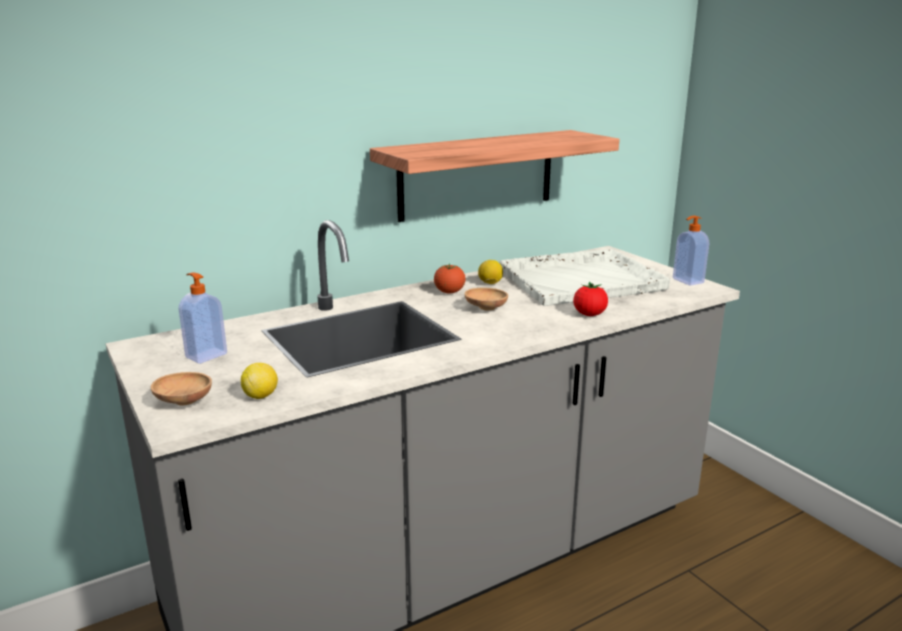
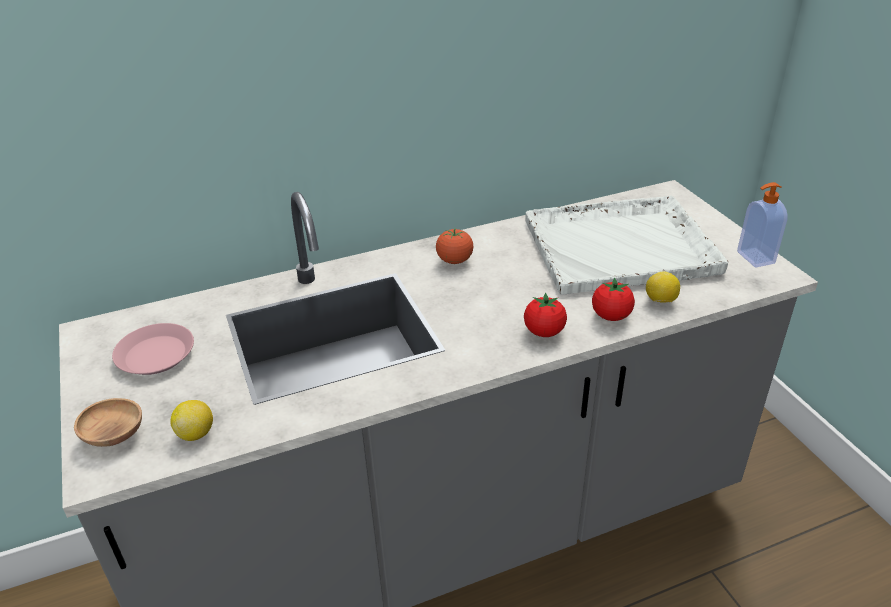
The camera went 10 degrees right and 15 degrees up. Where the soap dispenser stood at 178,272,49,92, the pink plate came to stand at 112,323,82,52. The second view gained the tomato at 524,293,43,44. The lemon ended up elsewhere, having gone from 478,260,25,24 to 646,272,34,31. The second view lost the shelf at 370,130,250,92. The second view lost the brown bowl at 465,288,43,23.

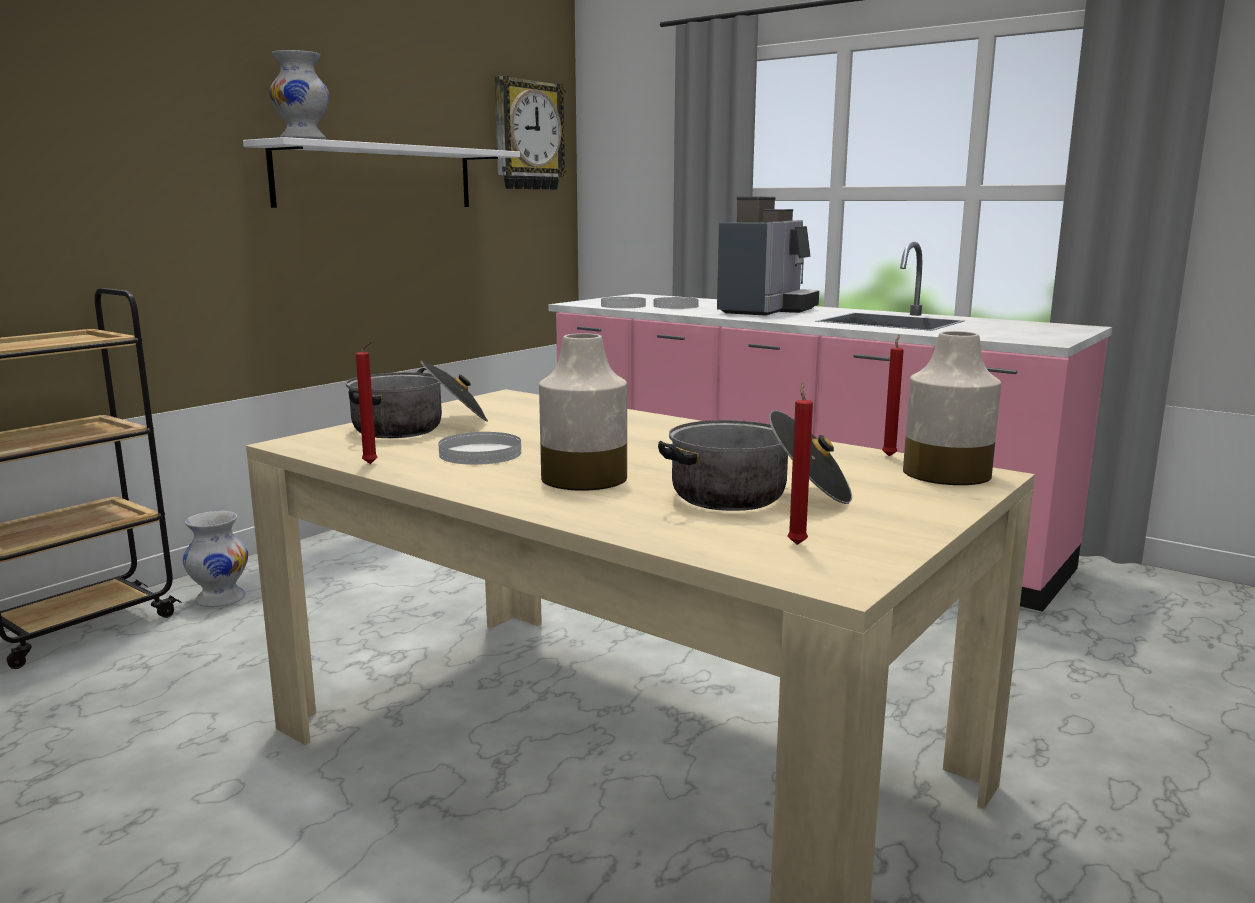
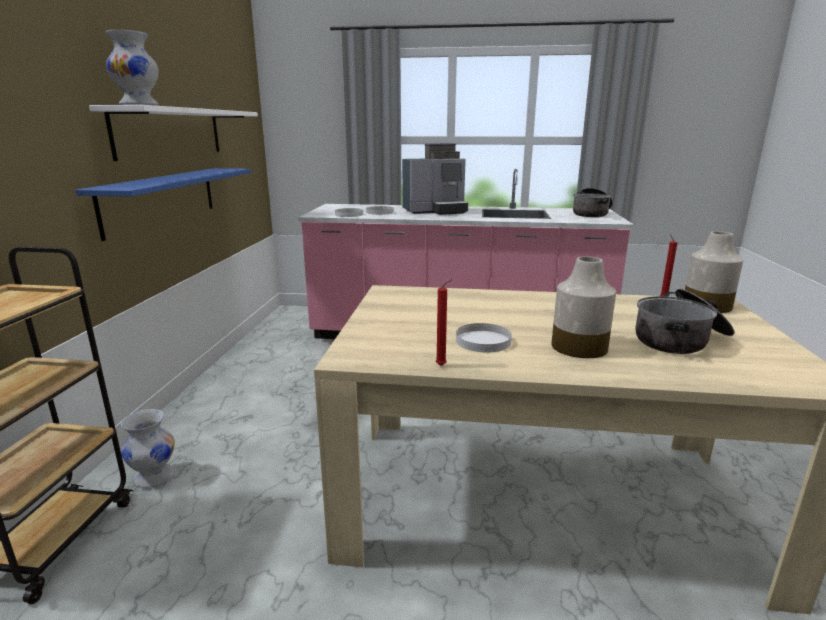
The camera went 30 degrees left and 5 degrees up. The second view gained the blue shelf at 75,168,177,73. The coffee machine at 717,197,102,119 ended up facing another way, 75 degrees clockwise from before. The cooking pot ended up elsewhere, having gone from 345,361,143,77 to 573,188,40,29. The second view lost the wall clock at 495,76,72,114. The second view lost the red candle at 787,382,26,163.

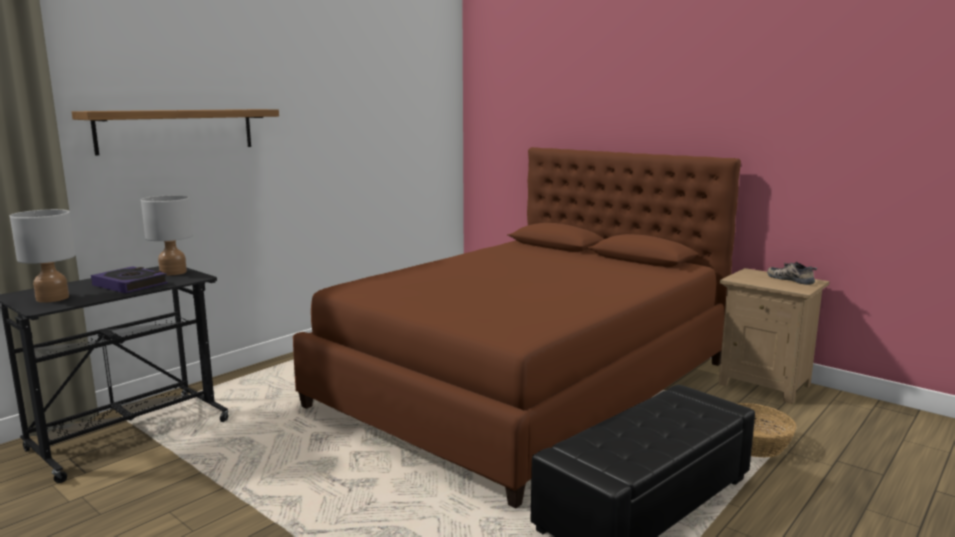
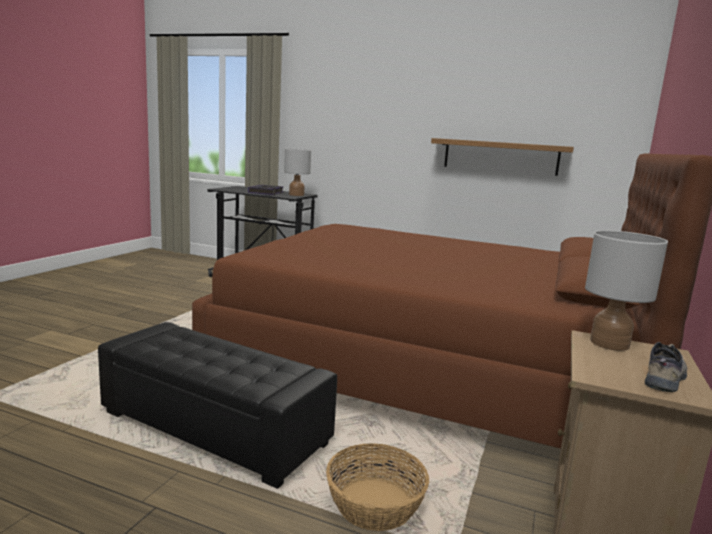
The camera went 70 degrees right and 0 degrees up. The shelf ended up elsewhere, having gone from 72,109,207,47 to 431,138,143,38. The grey table lamp ended up elsewhere, having gone from 10,209,66,94 to 585,230,83,121.

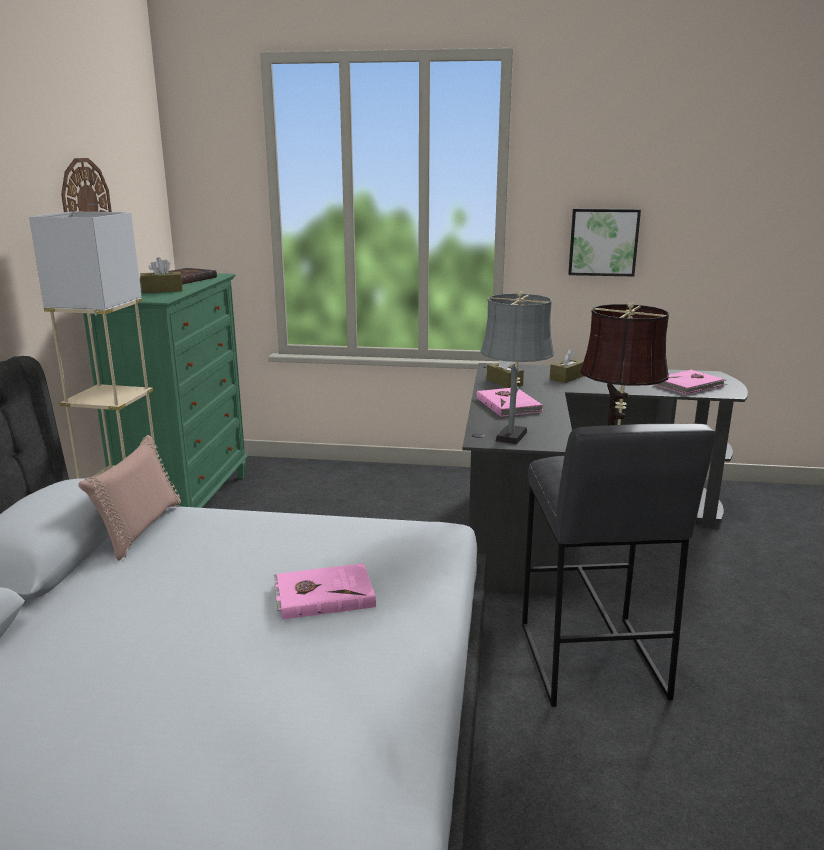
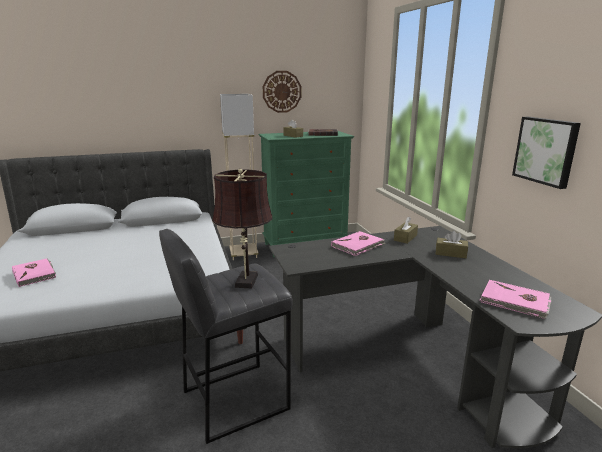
The camera went 65 degrees right and 0 degrees up. The pink book ended up elsewhere, having gone from 274,563,102,57 to 12,258,44,29. The second view lost the beige pillow at 78,435,103,126. The second view lost the grey table lamp at 480,291,74,153.

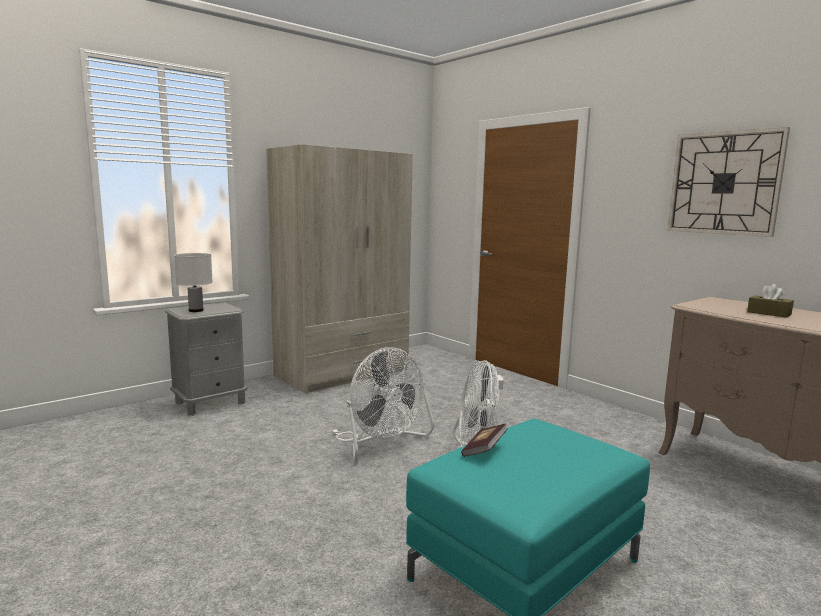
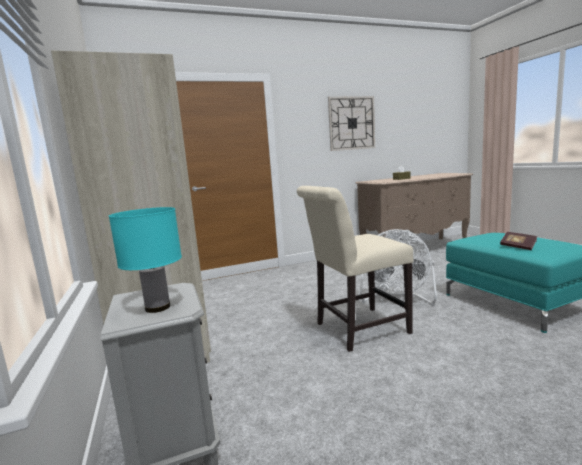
The camera went 70 degrees left and 0 degrees up. What was the white table lamp at 174,253,39,59 turned into the turquoise table lamp at 109,207,73,106. Where the white fan stood at 332,347,102,117, the beige chair came to stand at 297,186,117,166.

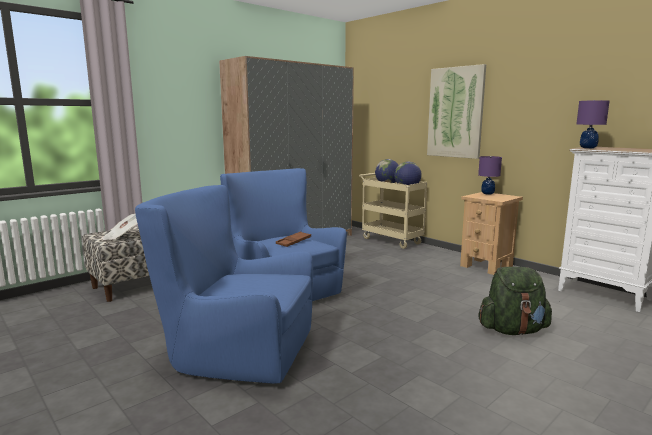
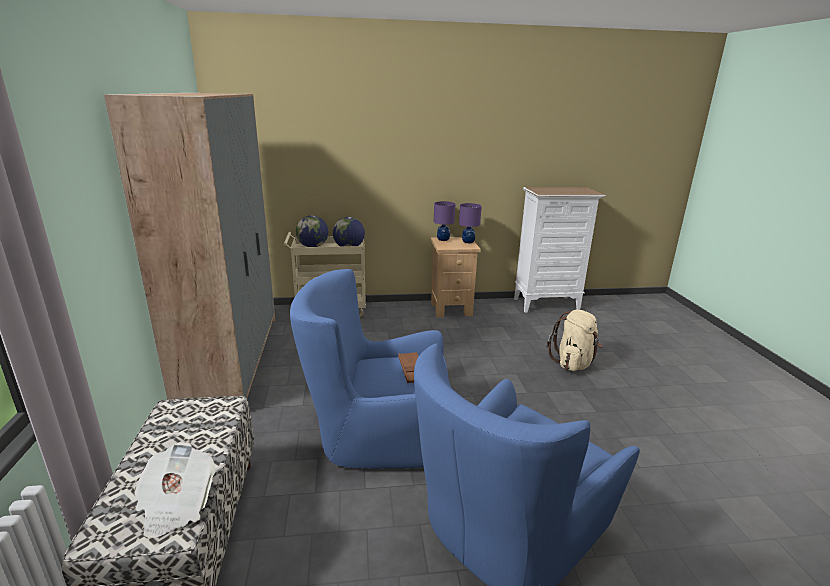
The camera went 55 degrees left and 10 degrees up. The purple table lamp ended up elsewhere, having gone from 576,100,34,48 to 459,203,23,41. What was the green backpack at 478,267,74,68 turned into the beige backpack at 547,310,55,61. The second view lost the picture at 427,64,59,95.

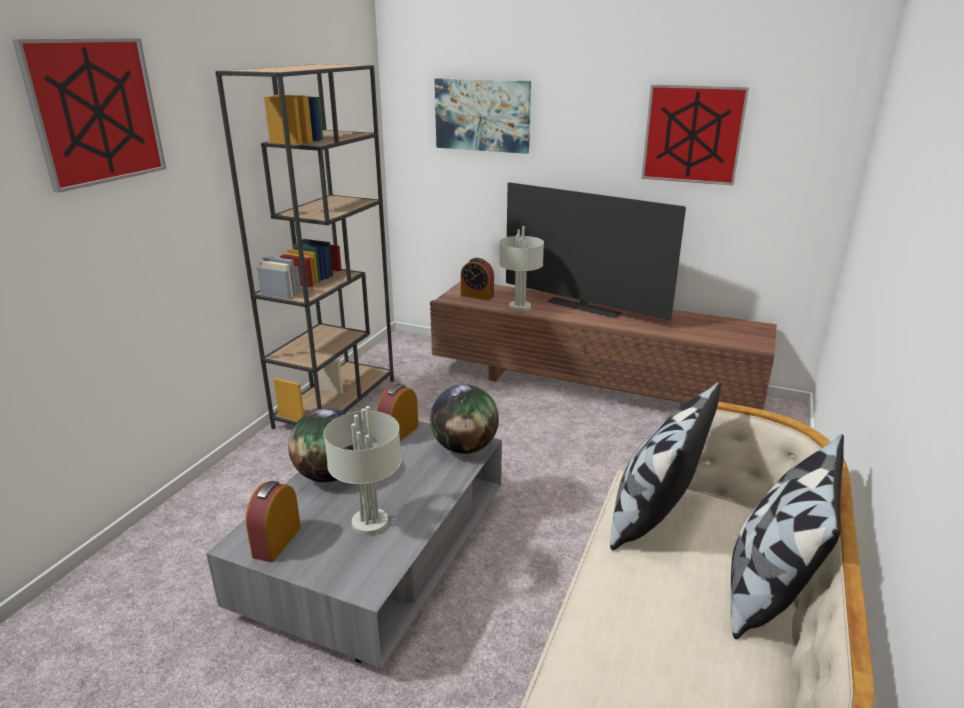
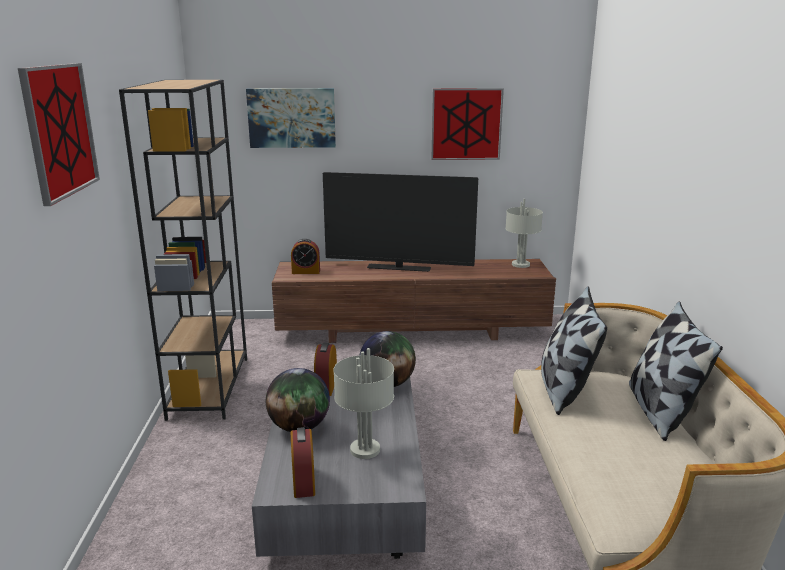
The camera went 25 degrees left and 5 degrees down. The grey table lamp ended up elsewhere, having gone from 499,226,45,86 to 505,199,38,69.

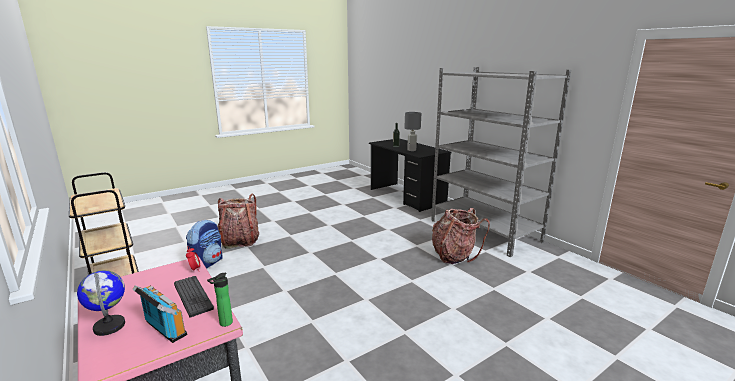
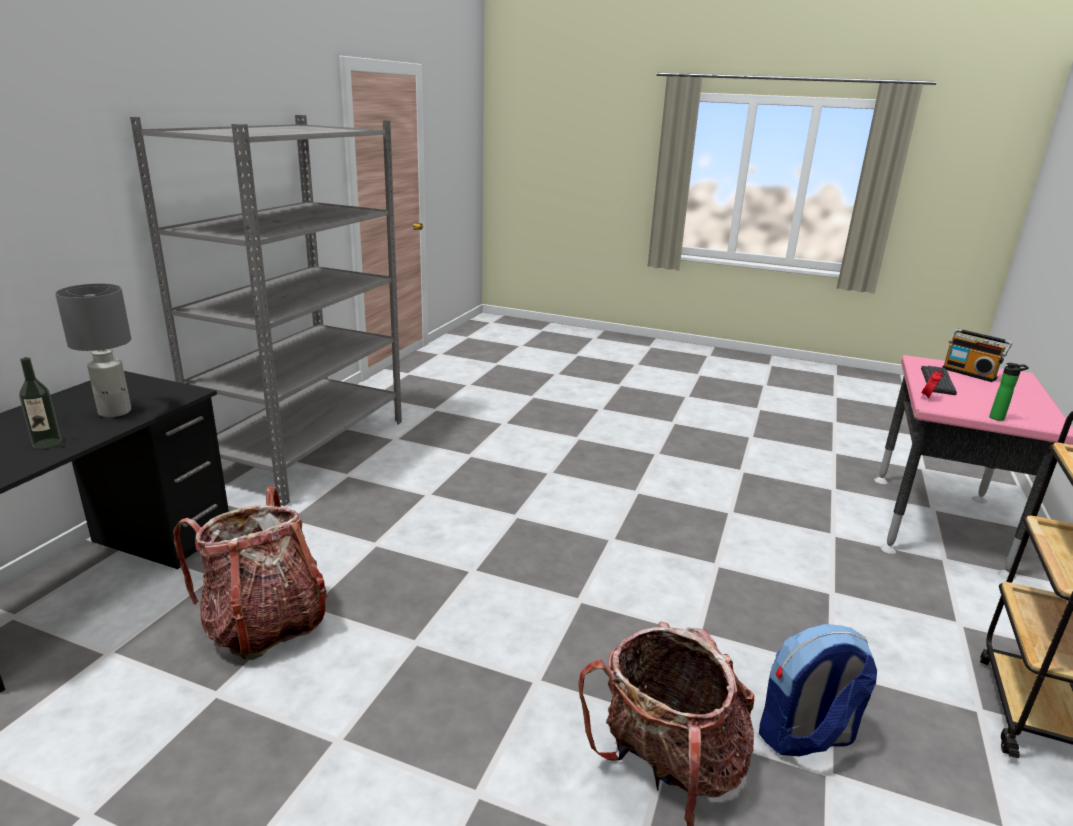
The camera went 125 degrees left and 5 degrees up. The backpack ended up elsewhere, having gone from 432,208,58,56 to 173,486,155,174. The radio at 132,286,55,57 ended up facing another way, 45 degrees counterclockwise from before. The bottle ended up elsewhere, having gone from 207,273,26,54 to 989,363,40,58. The second view lost the globe at 77,270,48,66.

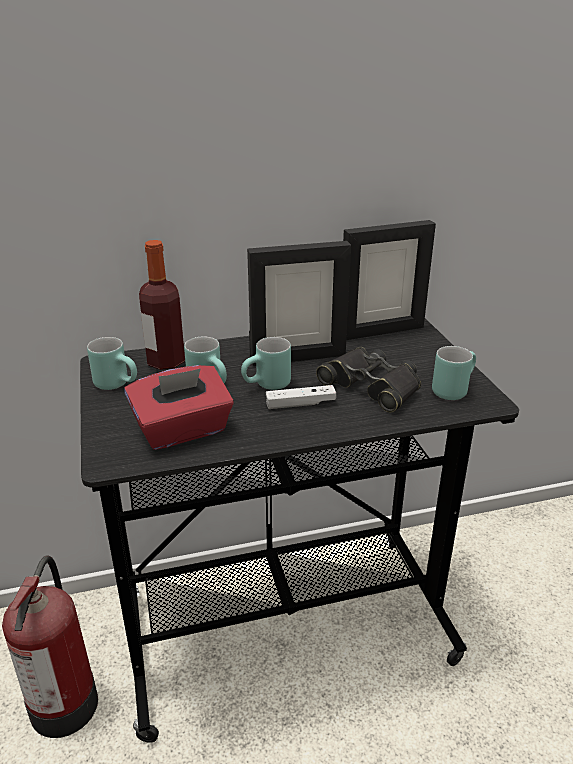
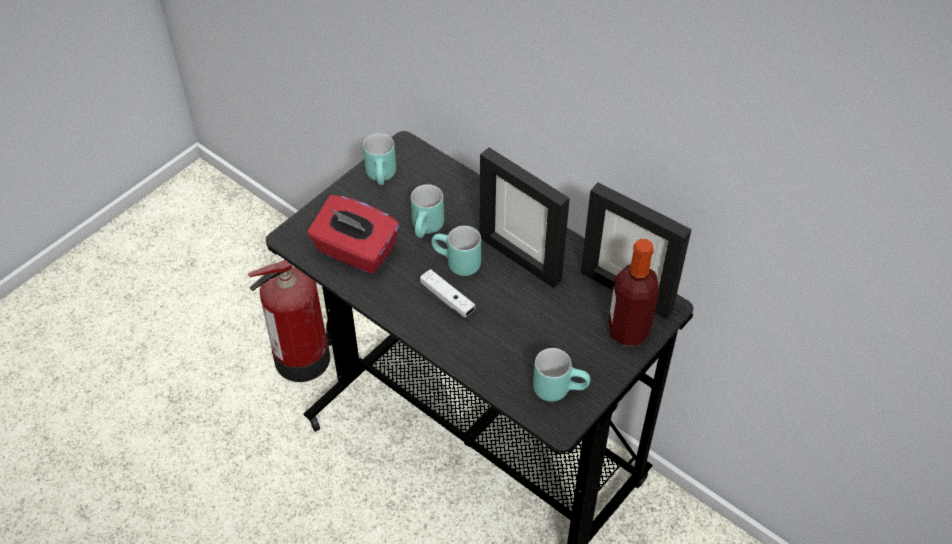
The camera went 55 degrees right and 20 degrees up. The bottle ended up elsewhere, having gone from 139,240,46,130 to 608,239,51,107. The second view lost the black binoculars at 316,347,105,65.

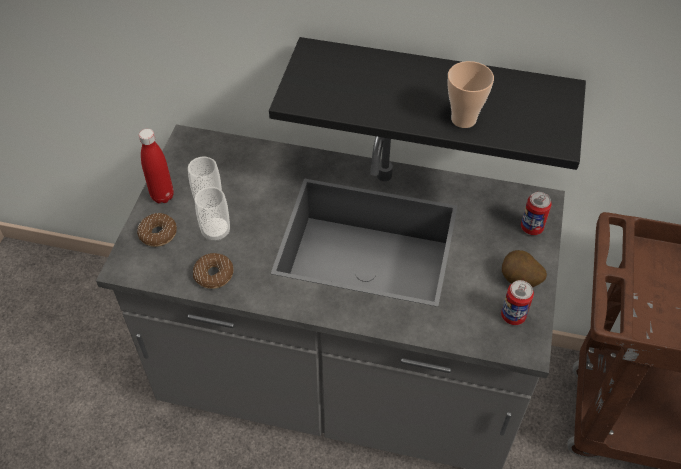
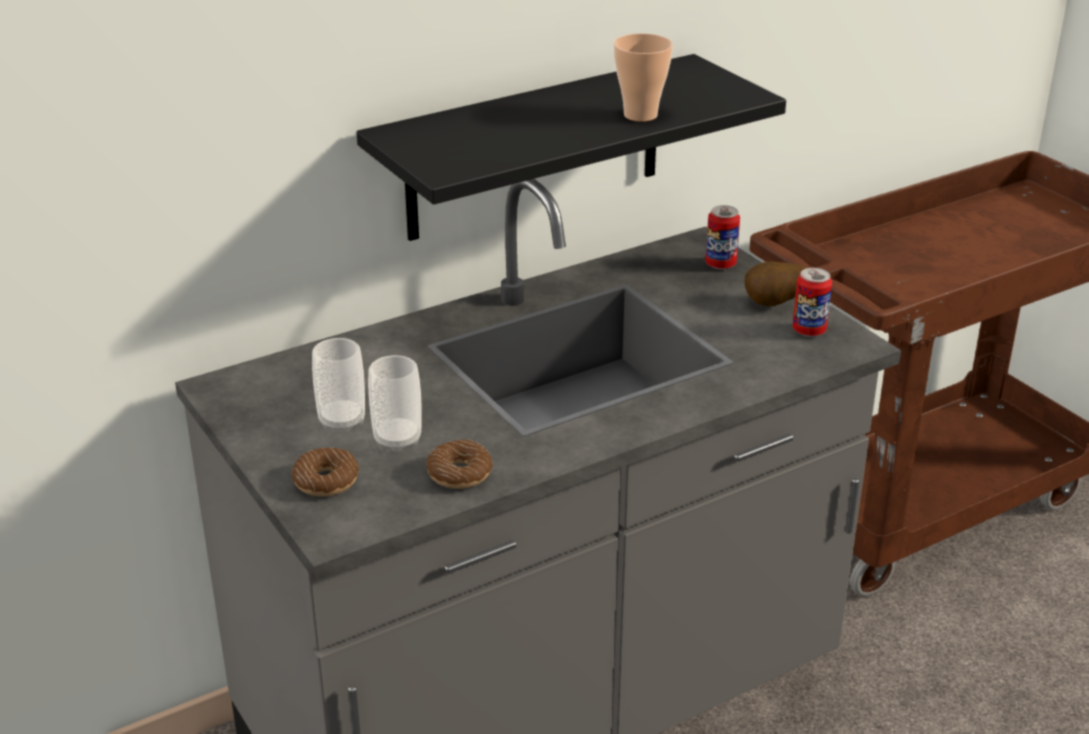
The camera went 45 degrees left and 20 degrees down. The second view lost the red bottle at 139,129,35,74.

